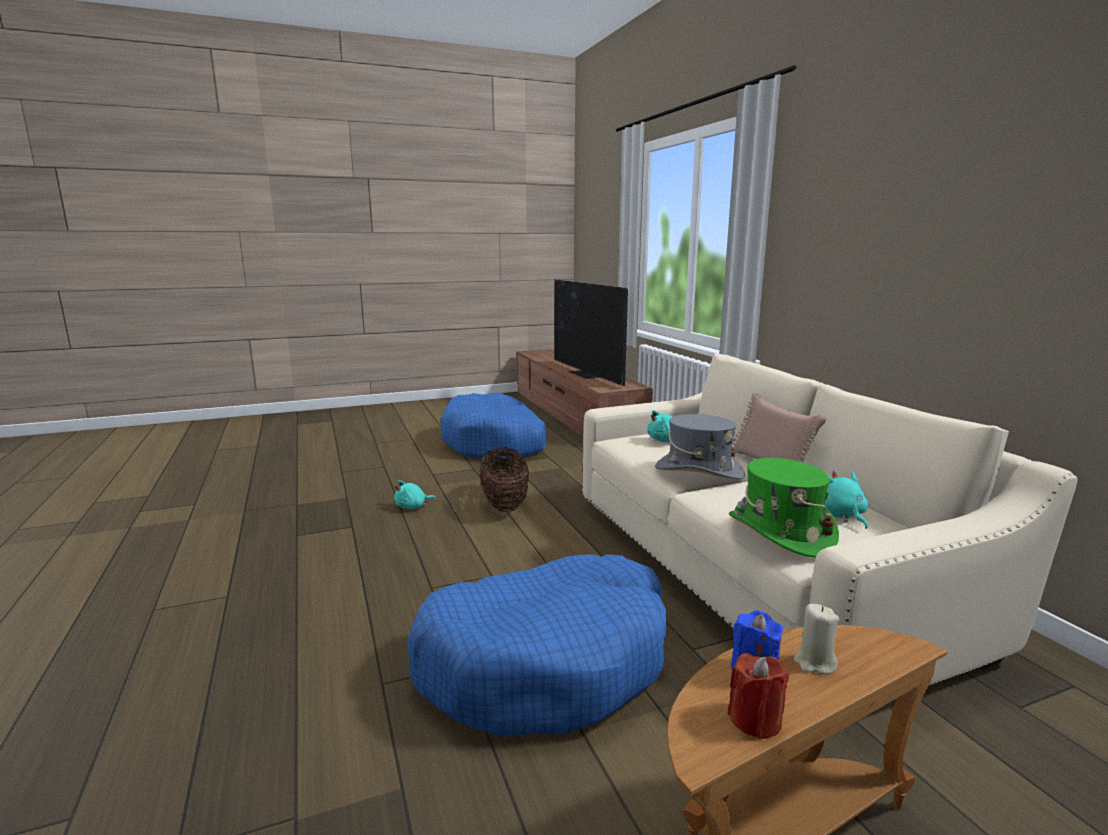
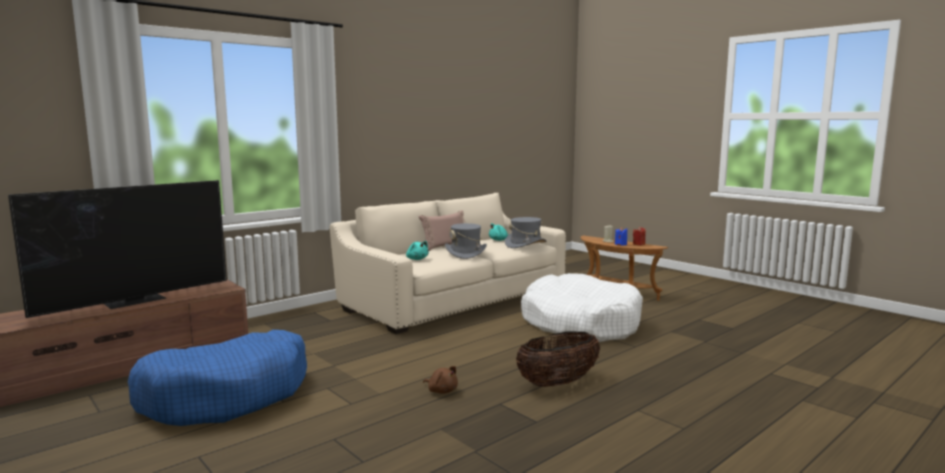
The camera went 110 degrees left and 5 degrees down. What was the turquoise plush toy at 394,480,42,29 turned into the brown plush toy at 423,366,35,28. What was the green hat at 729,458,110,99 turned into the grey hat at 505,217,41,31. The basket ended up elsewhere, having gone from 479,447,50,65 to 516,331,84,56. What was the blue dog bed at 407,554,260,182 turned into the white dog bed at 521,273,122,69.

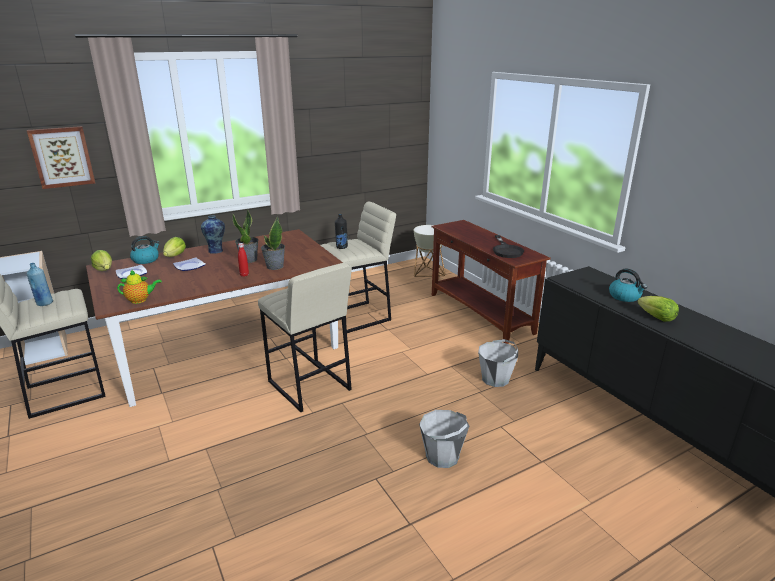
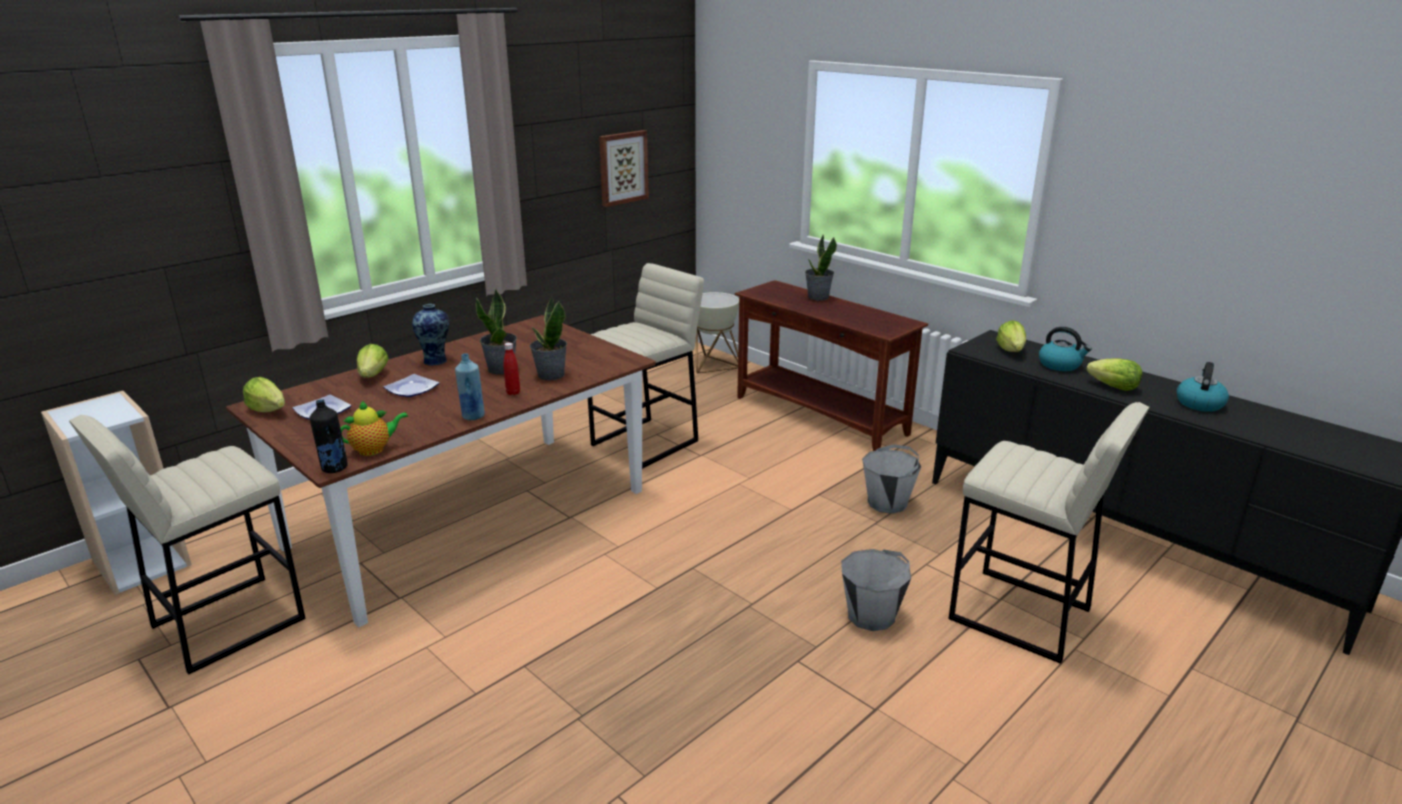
The camera went 15 degrees left and 0 degrees up. The black bottle ended up elsewhere, having gone from 335,214,13,35 to 310,399,38,74. The blue bottle ended up elsewhere, having gone from 27,263,26,43 to 455,353,30,67. The picture ended up elsewhere, having gone from 27,126,68,63 to 599,130,50,77. The second view gained the potted plant at 805,235,32,66. The beige stool ended up elsewhere, having gone from 258,263,94,149 to 949,402,200,262. The second view gained the lettuce at 996,320,30,32. The kettle ended up elsewhere, having gone from 130,236,30,28 to 1177,362,52,50. The second view lost the black frying pan at 493,235,31,23.

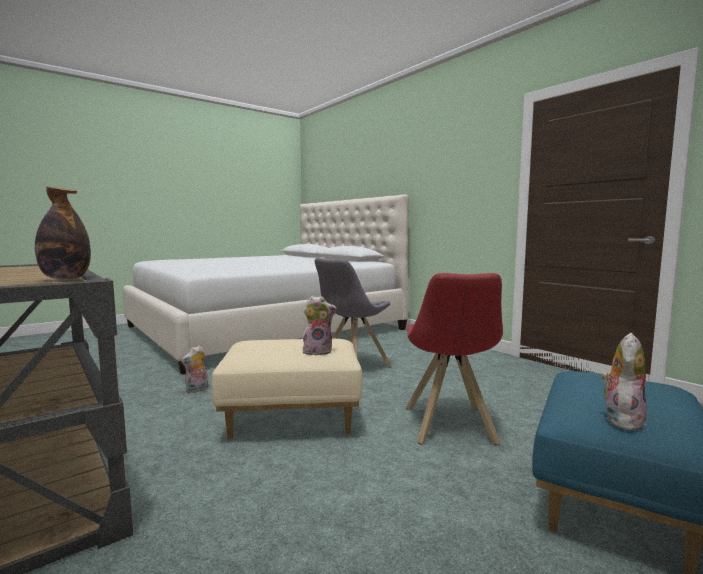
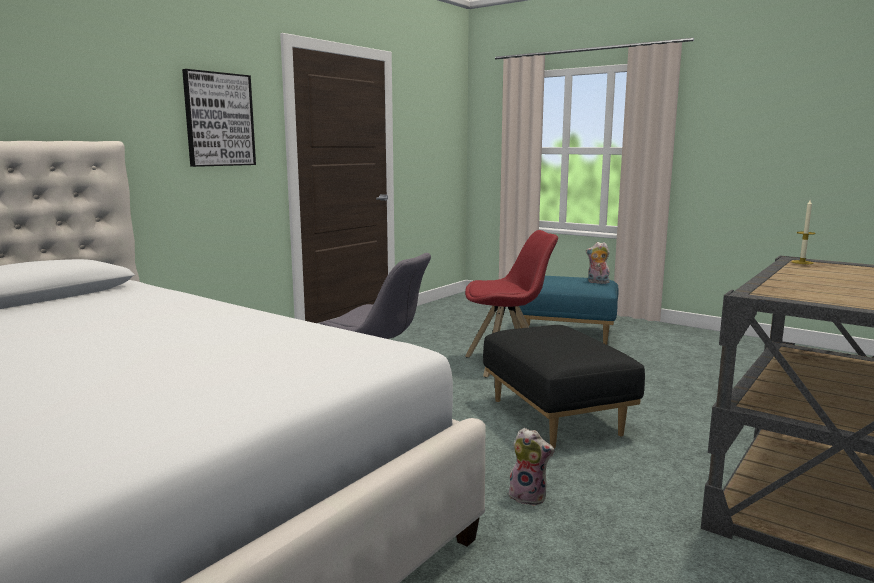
The camera went 105 degrees left and 5 degrees up. The second view gained the picture at 182,69,74,98. What was the beige ottoman at 212,339,151,101 turned into the black ottoman at 483,325,162,124. Where the bottle stood at 35,186,56,93, the candle came to stand at 791,200,25,64. The second view lost the plush toy at 303,296,34,59.

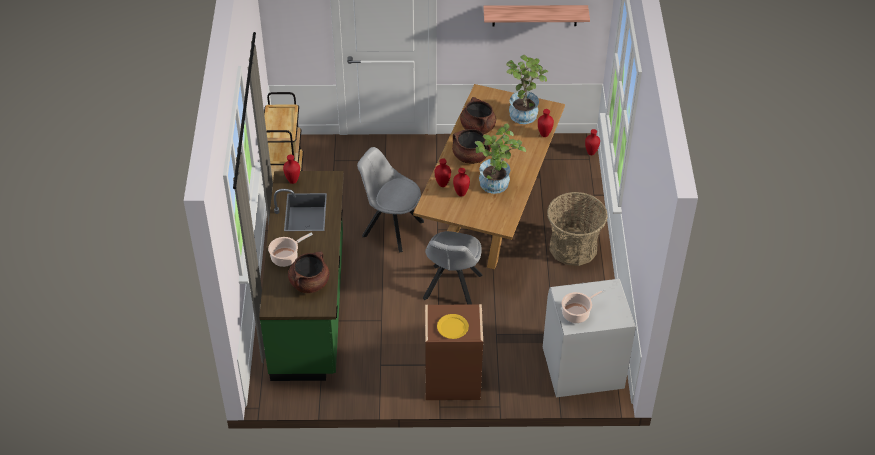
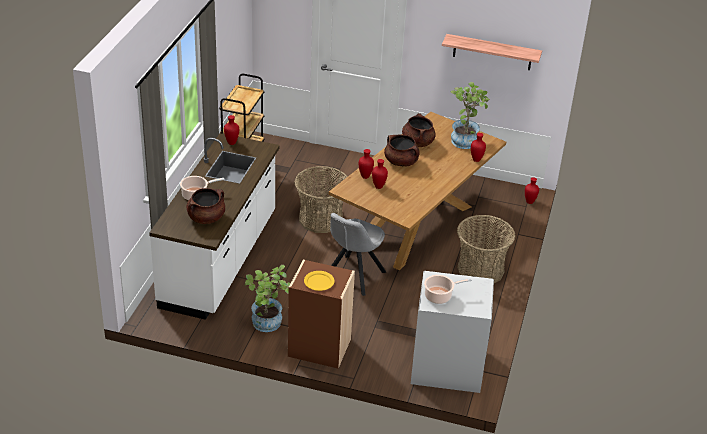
The camera went 15 degrees right and 10 degrees down. What was the green counter at 259,171,85,210 turned into the white counter at 149,133,131,187. The potted plant ended up elsewhere, having gone from 475,124,51,70 to 245,265,46,67. Where the grey chair stood at 357,147,67,105, the basket came to stand at 294,166,54,67.

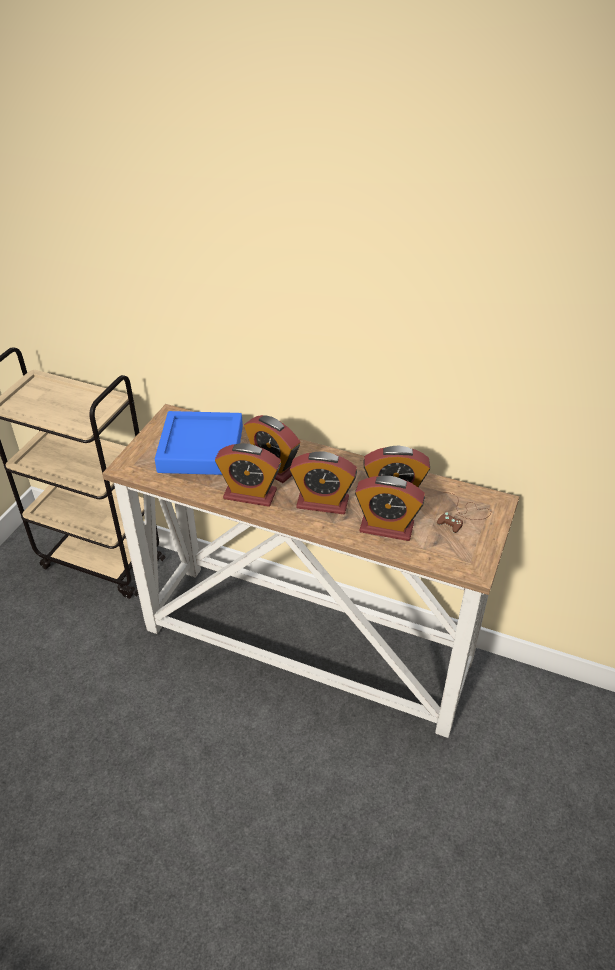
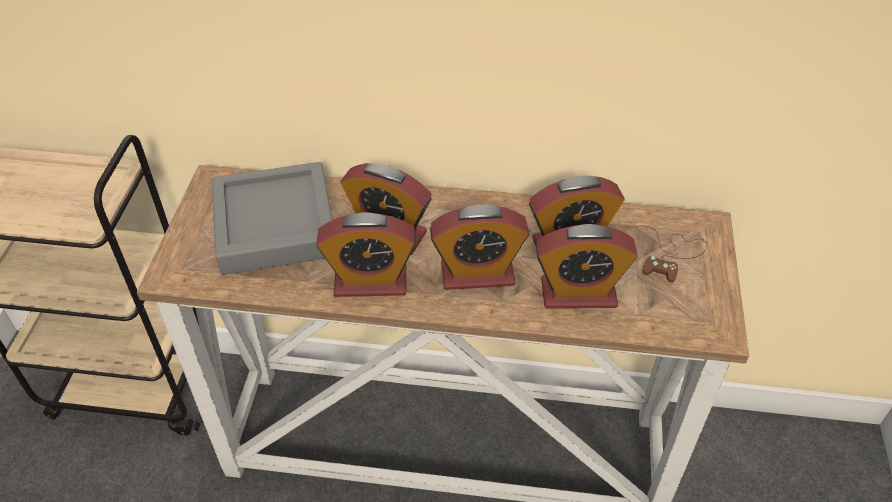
The camera went 15 degrees left and 5 degrees up. What was the blue tray at 155,411,88,64 turned into the grey tray at 211,162,121,113.

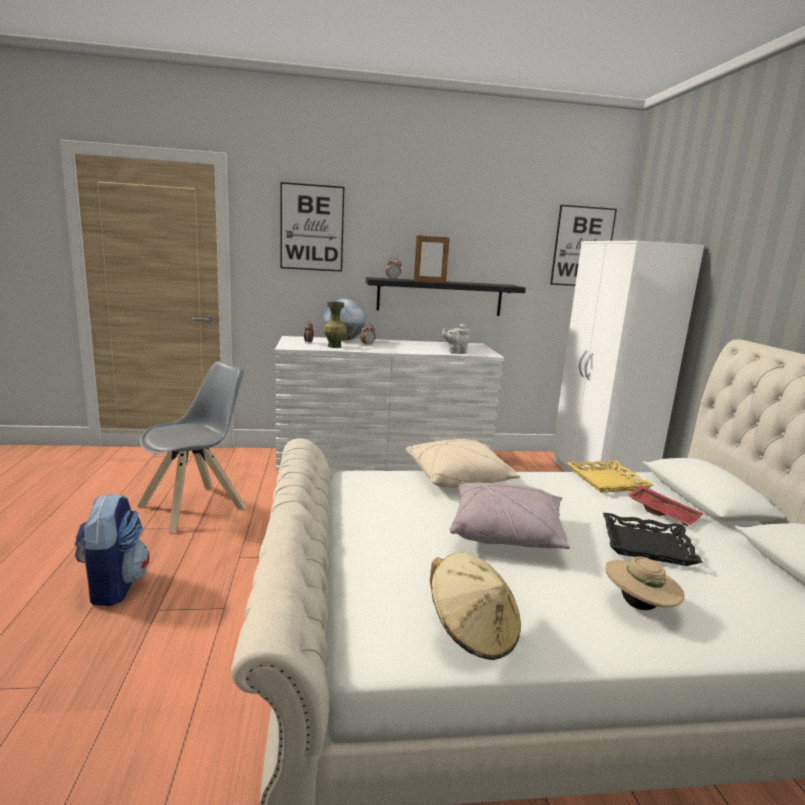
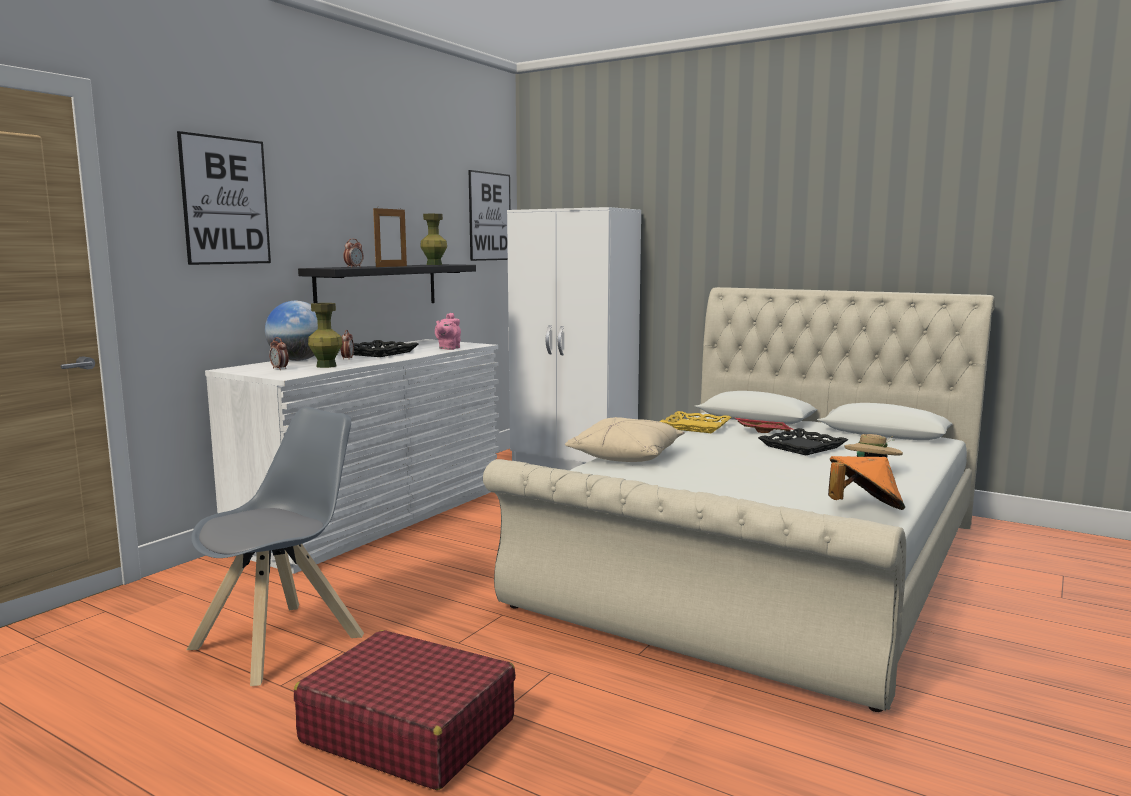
The camera went 50 degrees left and 5 degrees down. The grey chair at 137,361,109,172 ended up facing another way, 45 degrees clockwise from before. Where the backpack stood at 75,493,75,113, the red suitcase came to stand at 294,630,222,160. The second view gained the black tray at 340,340,78,17. The second view gained the green vase at 420,214,27,51. What was the grey teapot at 442,324,28,30 turned into the pink teapot at 435,313,26,37. What was the beige hat at 430,552,91,108 turned into the orange hat at 828,456,77,54. The second view lost the purple pillow at 450,482,120,67.

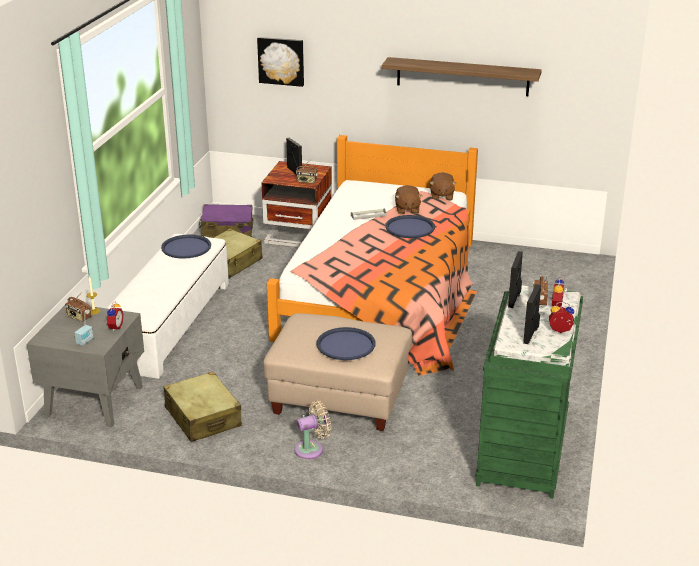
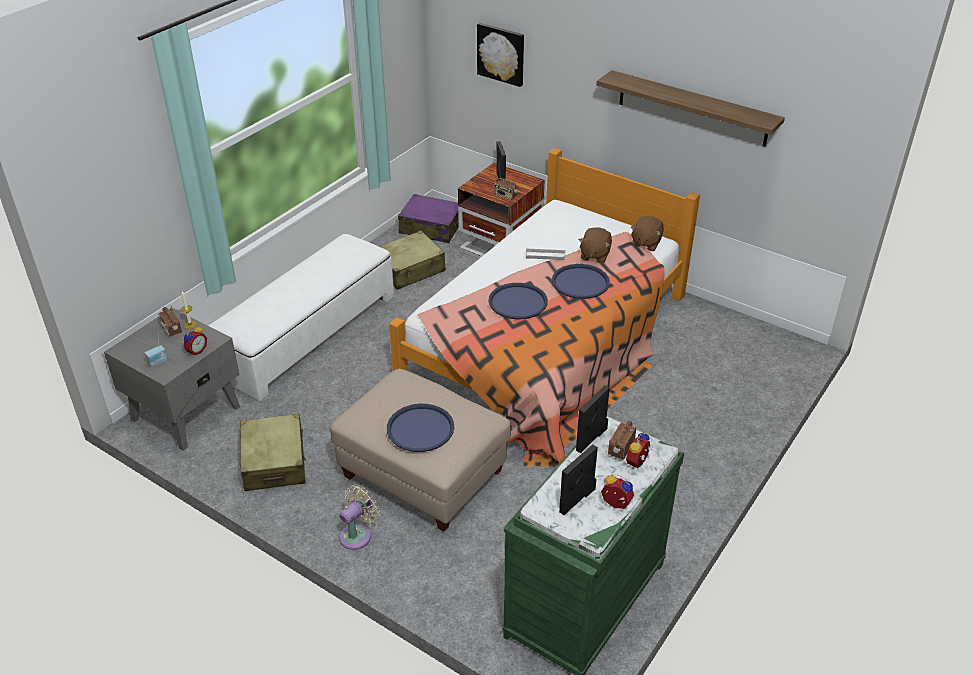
The camera went 20 degrees right and 10 degrees up. The beige fan at 295,401,36,58 ended up facing another way, 45 degrees counterclockwise from before. The blue tray ended up elsewhere, having gone from 161,234,50,25 to 488,283,60,36.

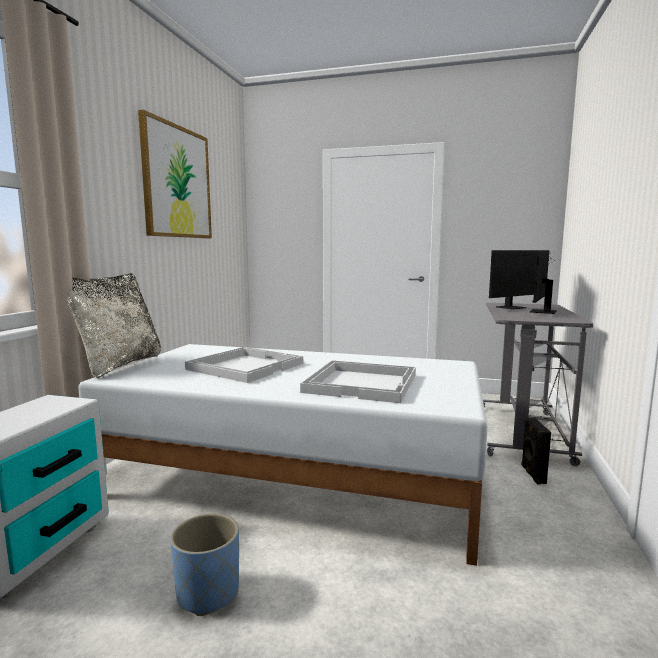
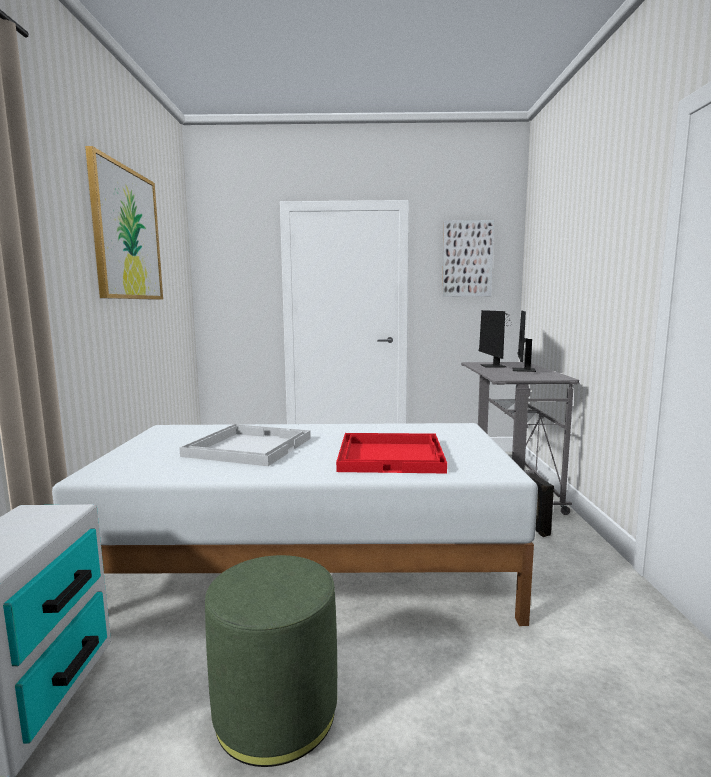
The camera went 15 degrees left and 0 degrees up. Where the blue planter stood at 170,513,69,103, the green ottoman came to stand at 205,555,132,212. What was the white tray at 300,360,116,43 turned into the red tray at 336,433,111,41. The second view gained the picture at 442,220,52,77. The monitor at 489,250,63,60 ended up facing another way, 135 degrees clockwise from before. The second view lost the beige pillow at 66,273,95,105.

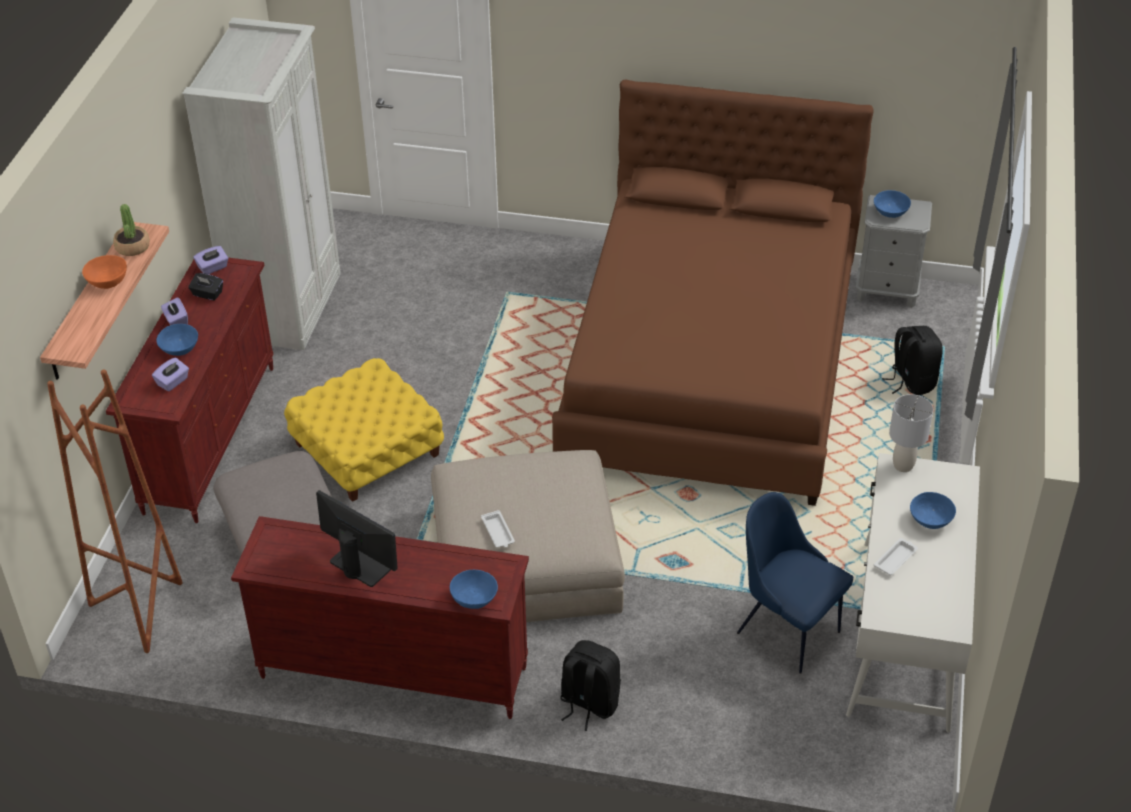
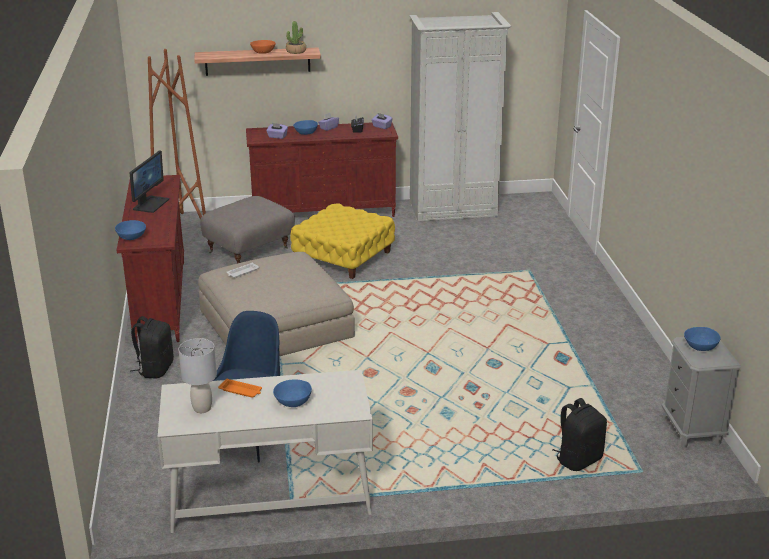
The camera went 70 degrees right and 15 degrees down. The grey table lamp ended up elsewhere, having gone from 889,394,44,78 to 178,338,39,75. What was the white tray at 874,538,44,38 turned into the orange tray at 218,378,44,20. The second view lost the brown bed at 552,79,322,427.

